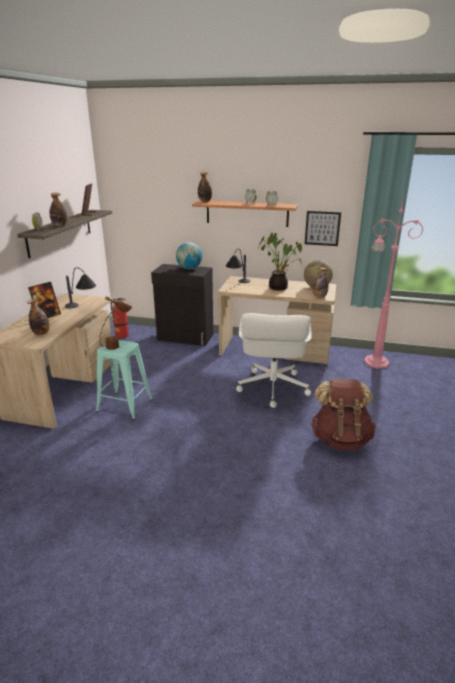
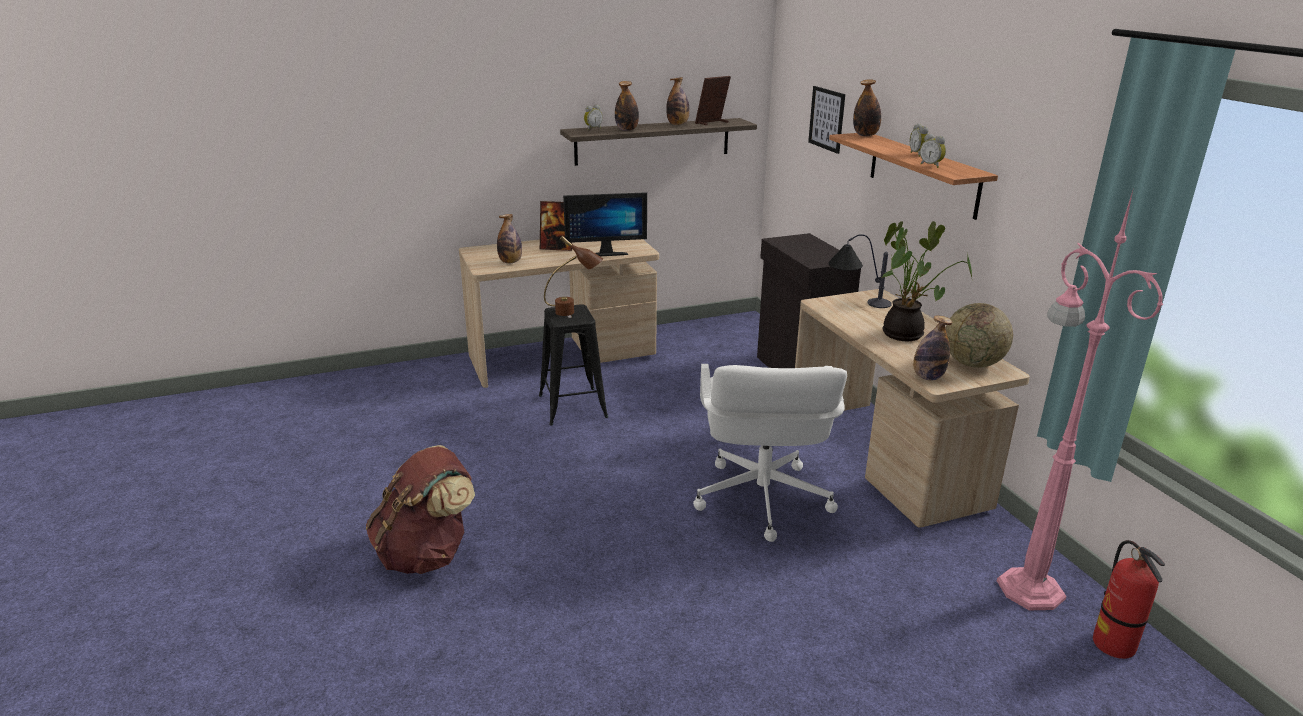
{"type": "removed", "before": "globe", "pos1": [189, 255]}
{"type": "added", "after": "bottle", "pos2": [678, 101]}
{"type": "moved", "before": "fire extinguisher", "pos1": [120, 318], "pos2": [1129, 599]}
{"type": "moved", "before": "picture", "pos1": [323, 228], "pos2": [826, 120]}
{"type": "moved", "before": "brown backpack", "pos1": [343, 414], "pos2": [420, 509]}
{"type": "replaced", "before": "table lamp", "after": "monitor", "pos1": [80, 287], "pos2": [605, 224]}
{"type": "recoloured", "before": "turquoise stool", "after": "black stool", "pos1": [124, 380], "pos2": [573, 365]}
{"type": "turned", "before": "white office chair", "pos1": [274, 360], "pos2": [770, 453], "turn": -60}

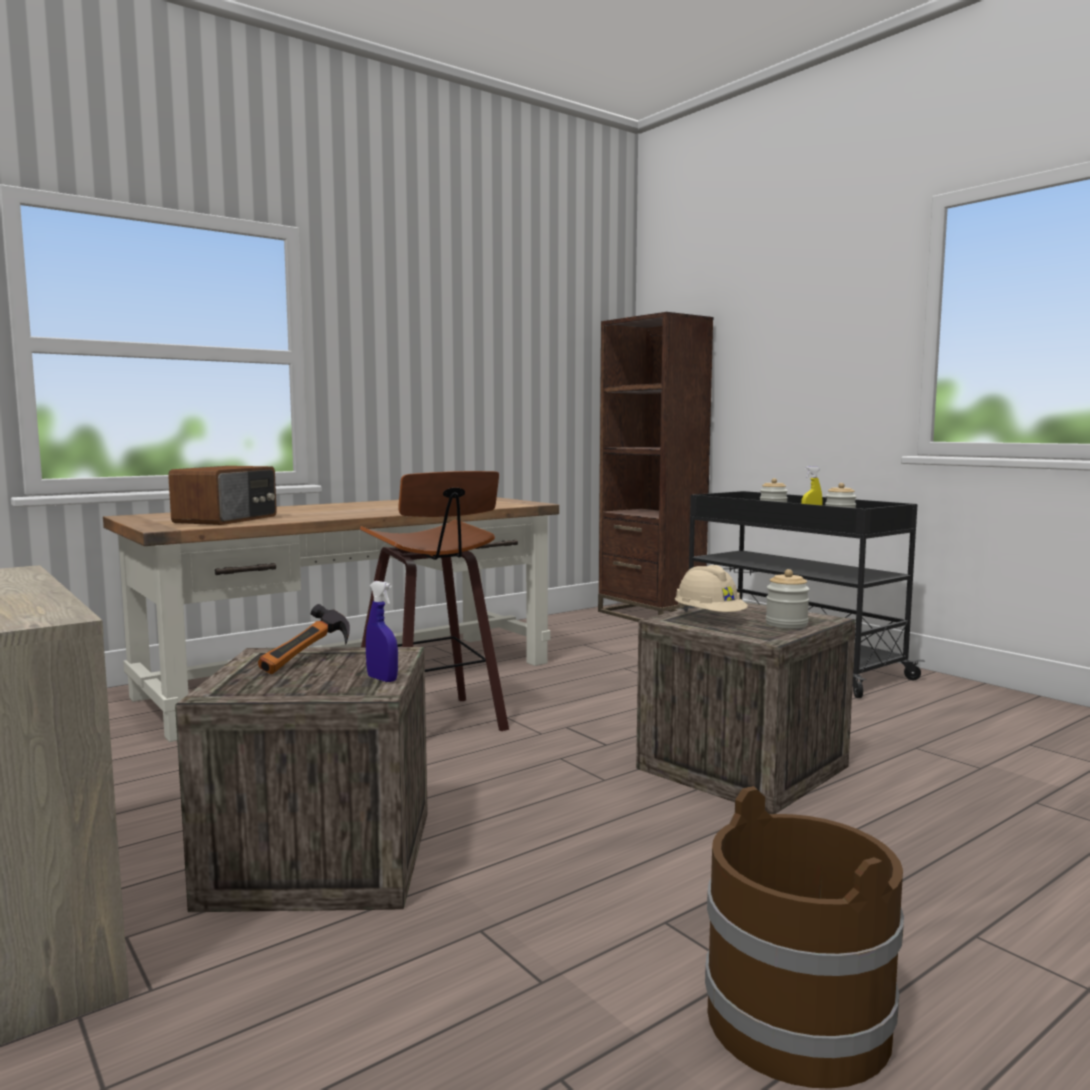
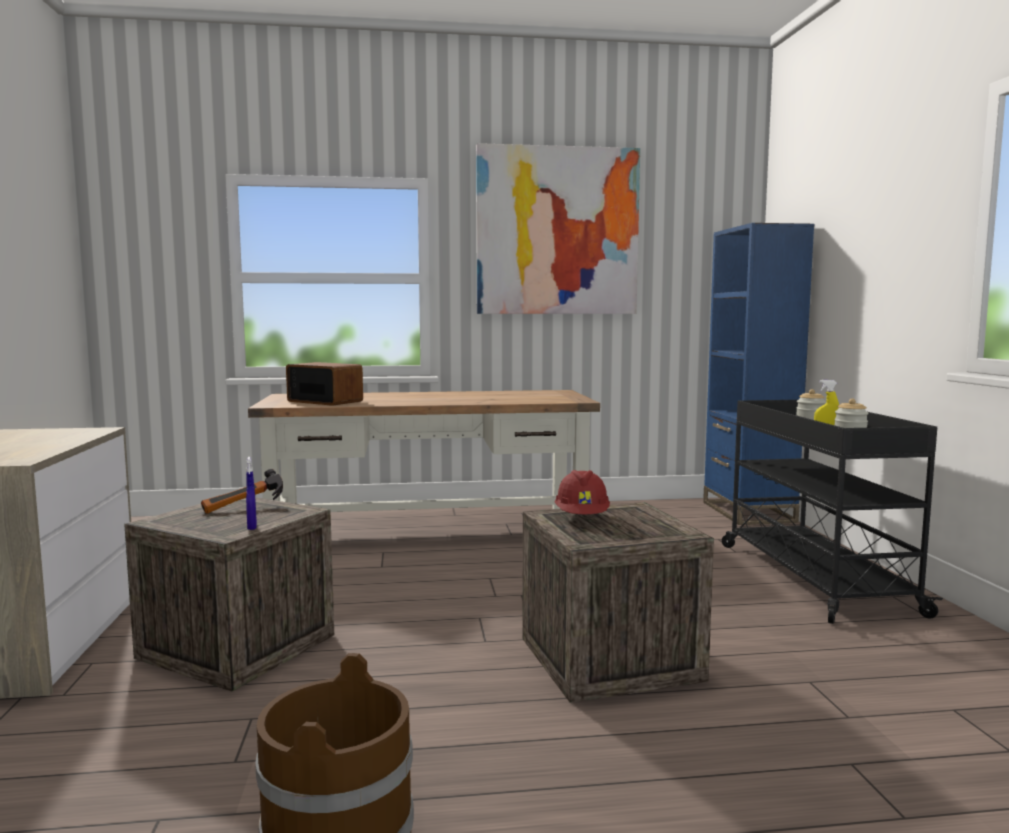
{"type": "removed", "before": "stool", "pos1": [434, 601]}
{"type": "removed", "before": "jar", "pos1": [788, 599]}
{"type": "added", "after": "picture", "pos2": [558, 228]}
{"type": "recoloured", "before": "brown bookcase", "after": "blue bookcase", "pos1": [656, 467], "pos2": [759, 374]}
{"type": "recoloured", "before": "beige hard hat", "after": "red hard hat", "pos1": [711, 588], "pos2": [582, 492]}
{"type": "turned", "before": "radio", "pos1": [222, 495], "pos2": [324, 384], "turn": -105}

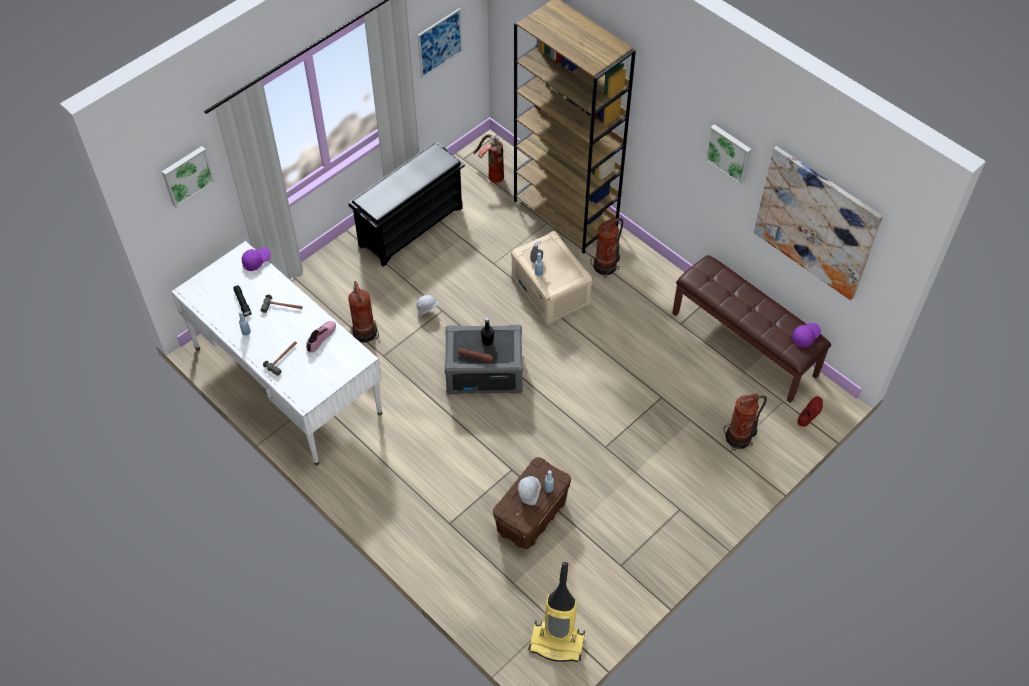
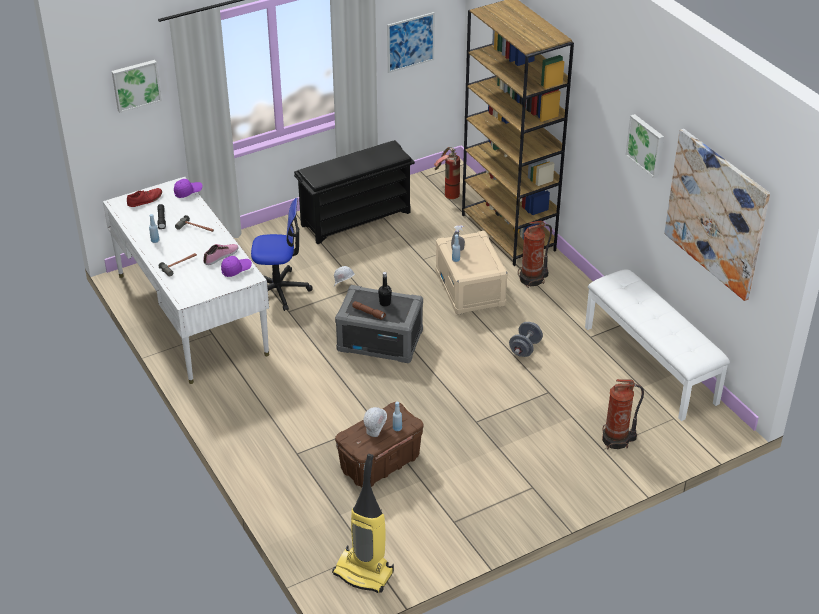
{"type": "added", "after": "grey dumbbell", "pos2": [526, 339]}
{"type": "moved", "before": "purple cap", "pos1": [806, 335], "pos2": [236, 266]}
{"type": "moved", "before": "red shoe", "pos1": [810, 411], "pos2": [144, 197]}
{"type": "replaced", "before": "fire extinguisher", "after": "office chair", "pos1": [363, 311], "pos2": [281, 254]}
{"type": "recoloured", "before": "brown bench", "after": "white bench", "pos1": [751, 329], "pos2": [657, 345]}

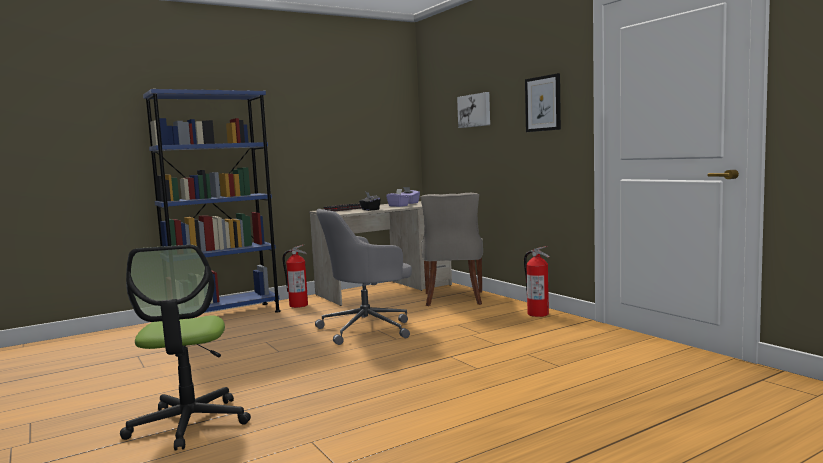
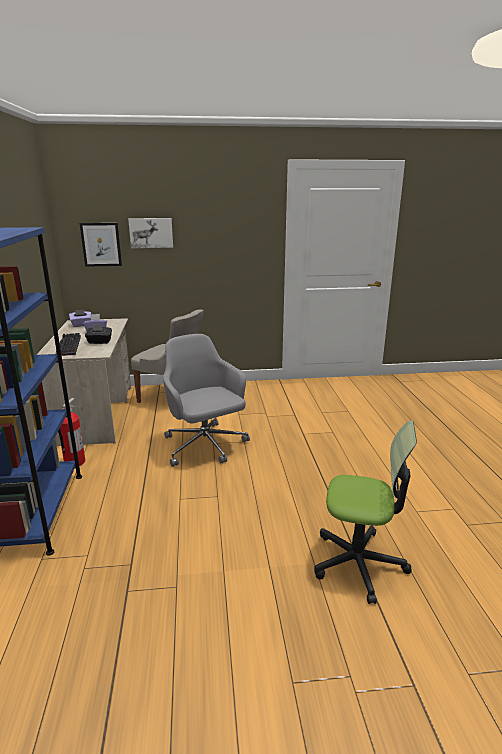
{"type": "removed", "before": "fire extinguisher", "pos1": [537, 281]}
{"type": "moved", "before": "picture", "pos1": [543, 102], "pos2": [101, 245]}
{"type": "turned", "before": "grey office chair", "pos1": [363, 277], "pos2": [206, 400], "turn": 150}

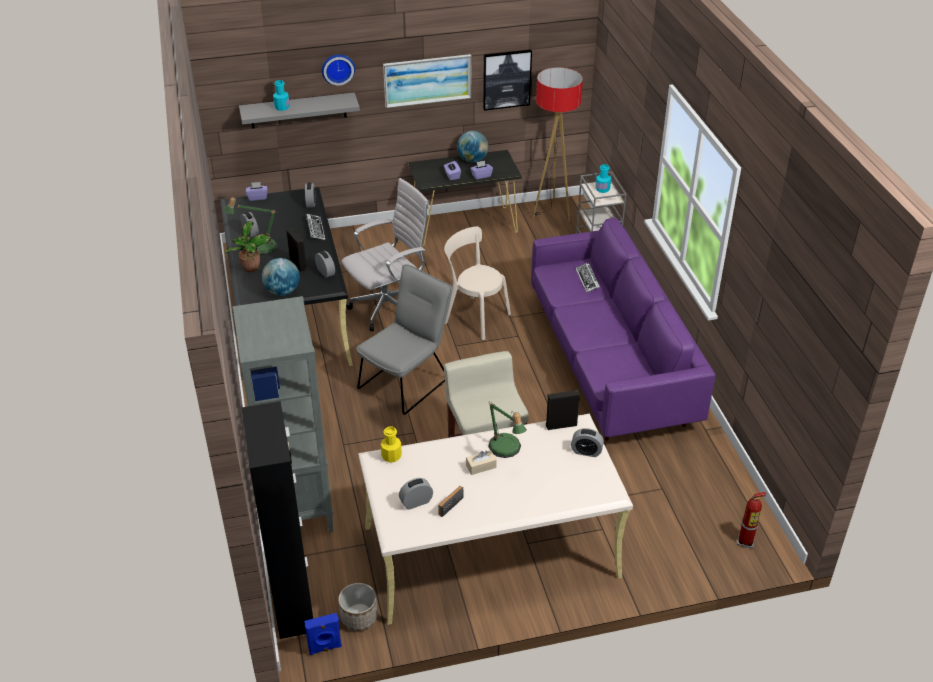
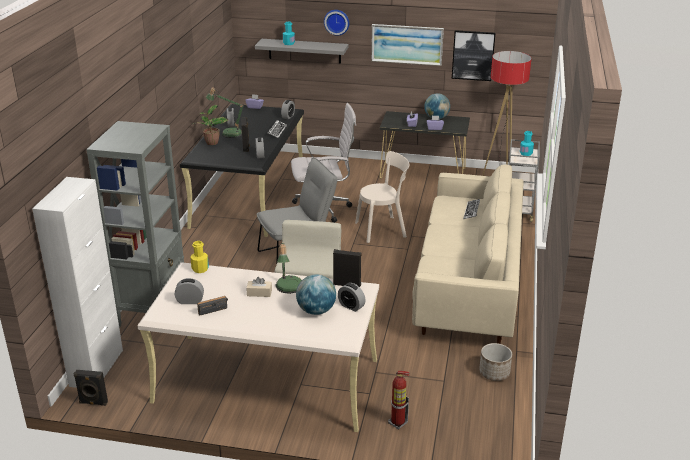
{"type": "moved", "before": "globe", "pos1": [281, 277], "pos2": [316, 294]}
{"type": "moved", "before": "planter", "pos1": [358, 607], "pos2": [495, 362]}
{"type": "moved", "before": "fire extinguisher", "pos1": [751, 520], "pos2": [399, 400]}
{"type": "recoloured", "before": "black cabinet", "after": "white cabinet", "pos1": [277, 520], "pos2": [77, 282]}
{"type": "recoloured", "before": "blue speaker", "after": "black speaker", "pos1": [323, 634], "pos2": [90, 388]}
{"type": "recoloured", "before": "purple sofa", "after": "beige sofa", "pos1": [623, 329], "pos2": [468, 254]}
{"type": "turned", "before": "beige chair", "pos1": [477, 283], "pos2": [382, 197], "turn": 105}

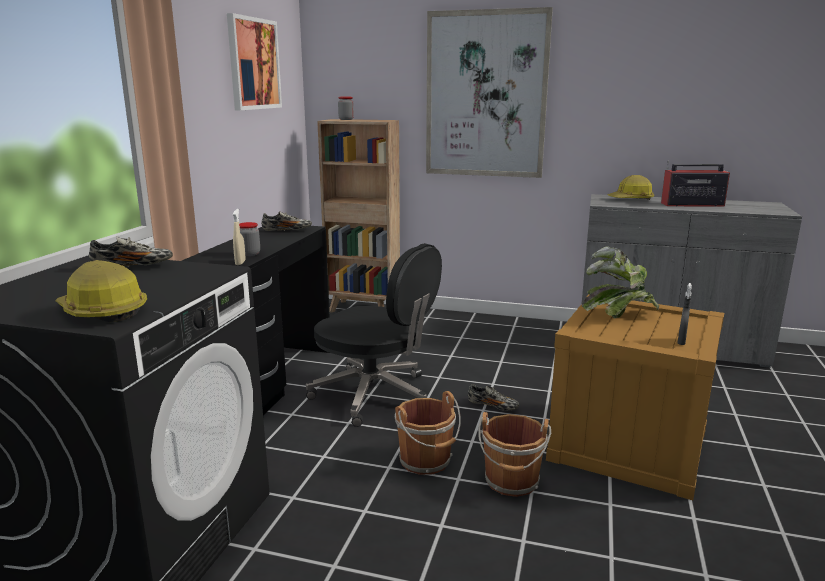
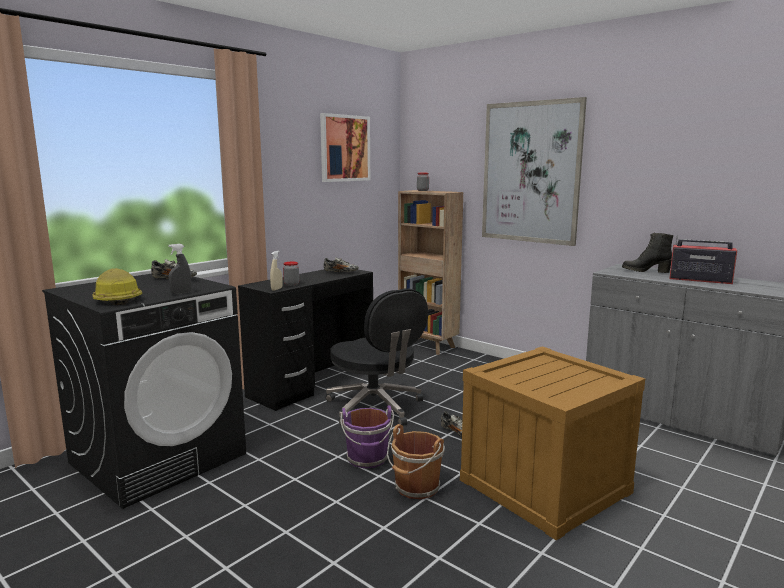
{"type": "removed", "before": "potted plant", "pos1": [620, 282]}
{"type": "moved", "before": "grey spray bottle", "pos1": [684, 314], "pos2": [179, 269]}
{"type": "replaced", "before": "hard hat", "after": "black boot", "pos1": [630, 187], "pos2": [647, 253]}
{"type": "recoloured", "before": "brown bucket", "after": "purple bucket", "pos1": [428, 433], "pos2": [367, 436]}

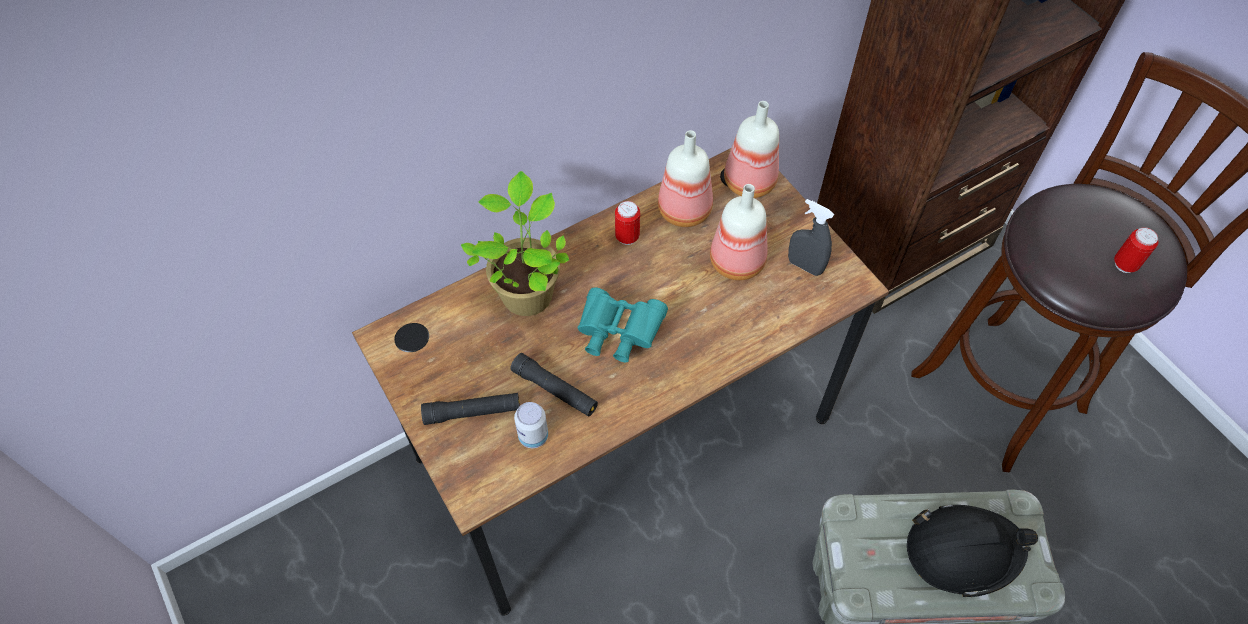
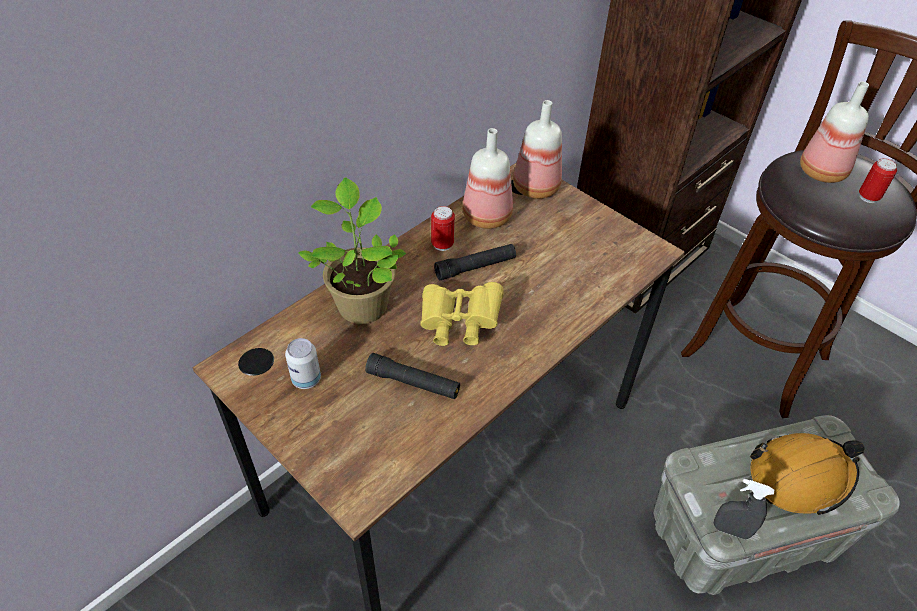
{"type": "moved", "before": "black flashlight", "pos1": [470, 409], "pos2": [475, 262]}
{"type": "moved", "before": "can", "pos1": [531, 425], "pos2": [303, 363]}
{"type": "moved", "before": "bottle", "pos1": [739, 232], "pos2": [834, 132]}
{"type": "moved", "before": "grey spray bottle", "pos1": [811, 237], "pos2": [744, 509]}
{"type": "recoloured", "before": "turquoise binoculars", "after": "yellow binoculars", "pos1": [622, 324], "pos2": [462, 314]}
{"type": "recoloured", "before": "black hard hat", "after": "orange hard hat", "pos1": [972, 551], "pos2": [807, 474]}

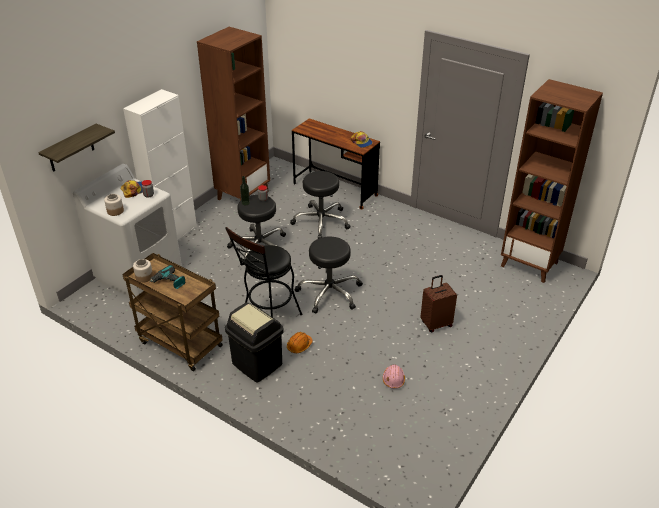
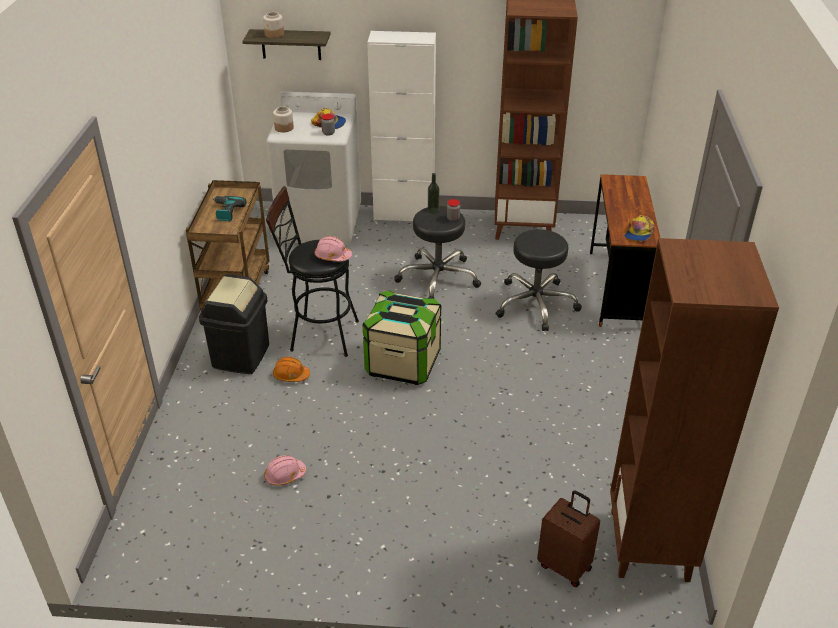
{"type": "added", "after": "pink hard hat", "pos2": [333, 248]}
{"type": "moved", "before": "jar", "pos1": [143, 271], "pos2": [273, 25]}
{"type": "moved", "before": "brown suitcase", "pos1": [438, 303], "pos2": [568, 538]}
{"type": "replaced", "before": "black stool", "after": "storage box", "pos1": [329, 275], "pos2": [402, 337]}

